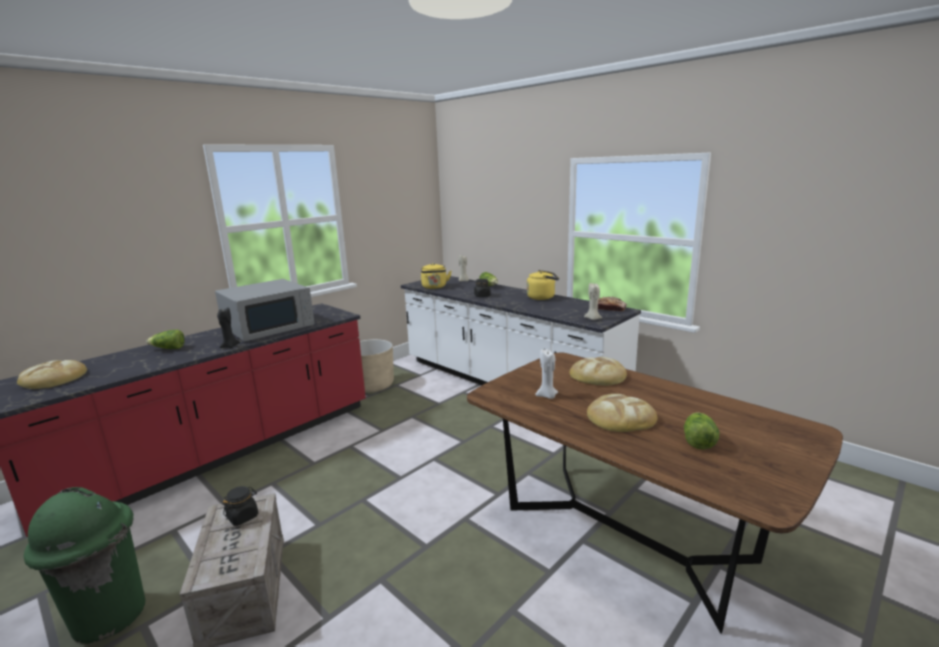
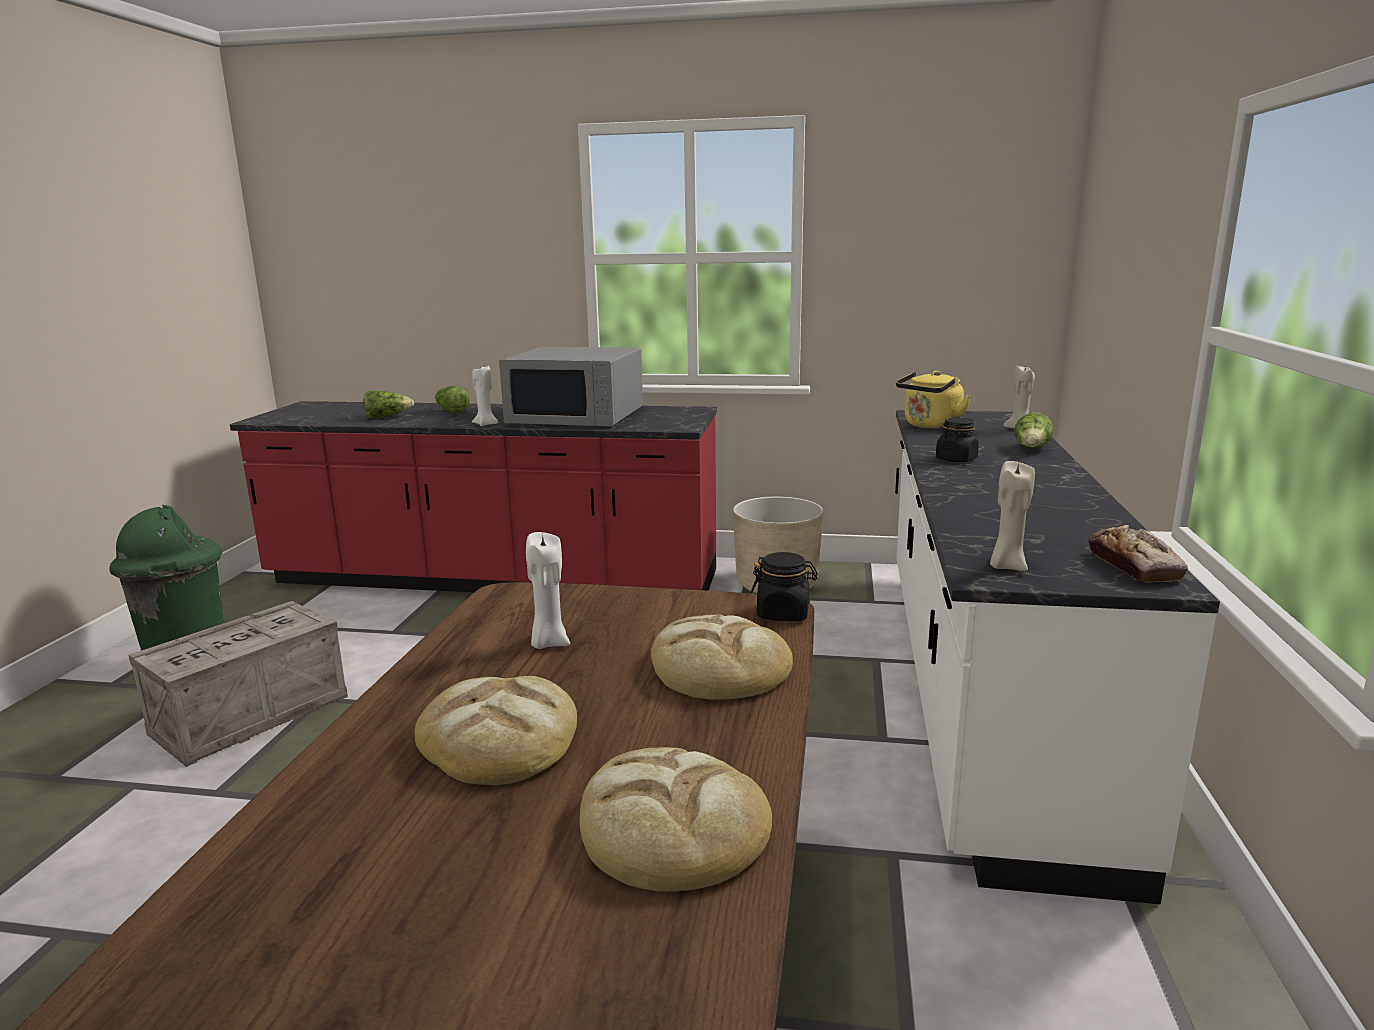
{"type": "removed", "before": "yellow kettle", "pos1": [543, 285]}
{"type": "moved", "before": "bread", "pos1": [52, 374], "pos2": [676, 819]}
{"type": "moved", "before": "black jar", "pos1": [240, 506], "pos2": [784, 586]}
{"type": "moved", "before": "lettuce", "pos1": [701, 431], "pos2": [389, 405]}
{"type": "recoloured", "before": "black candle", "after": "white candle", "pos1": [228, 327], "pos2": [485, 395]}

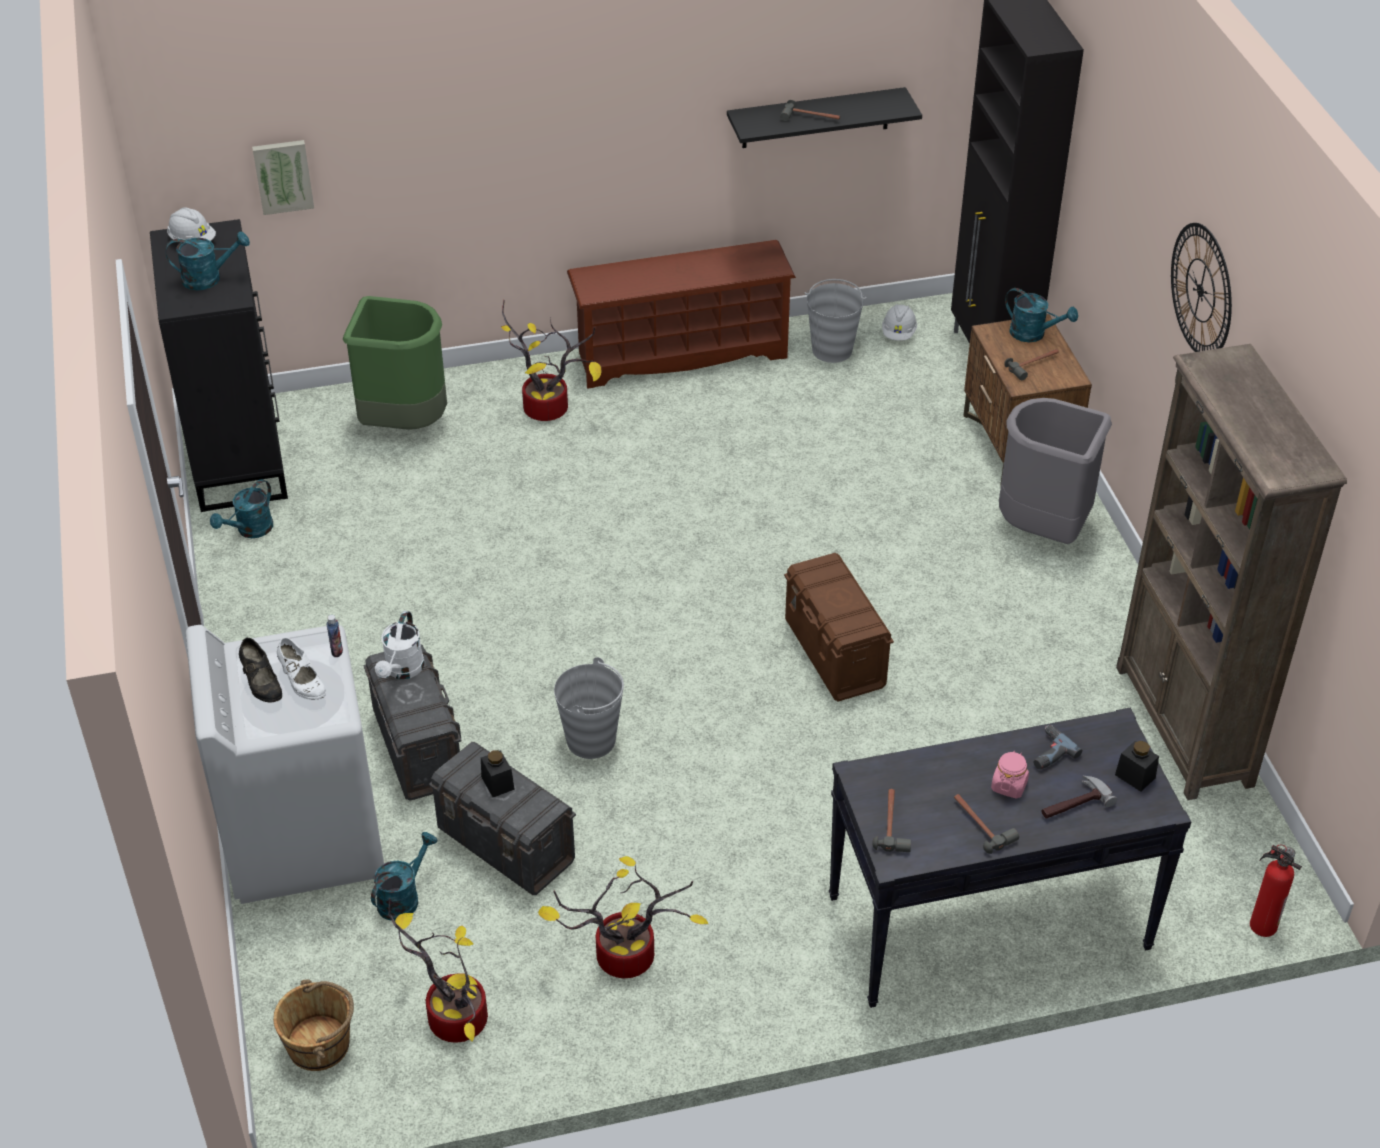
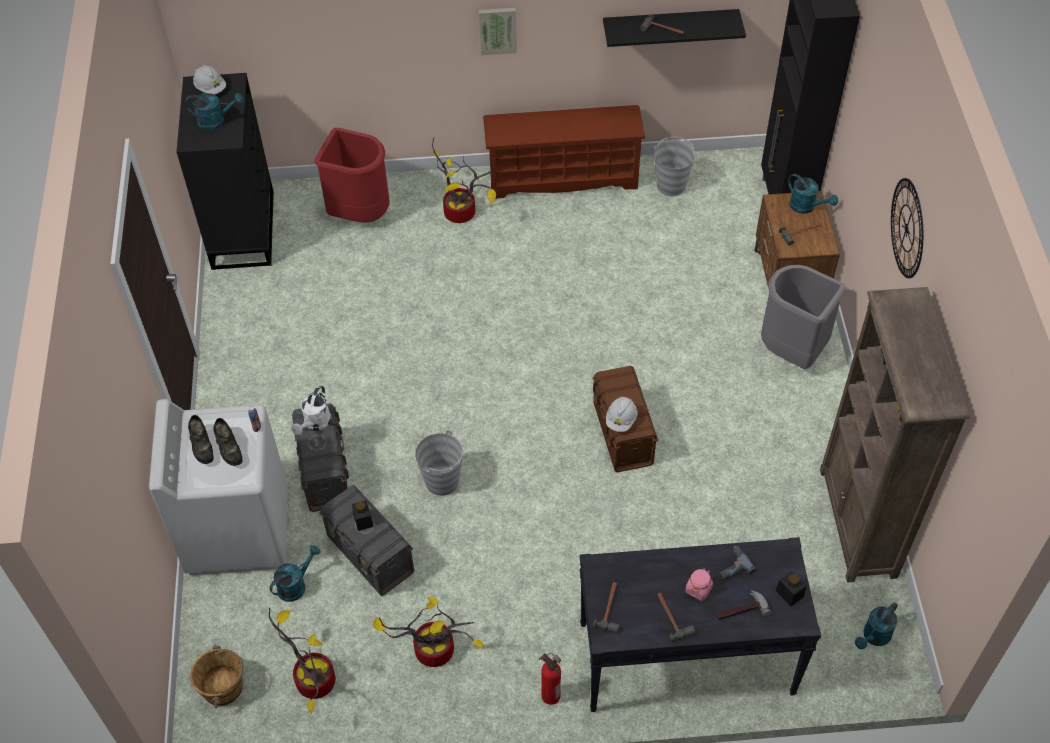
{"type": "moved", "before": "turquoise watering can", "pos1": [241, 508], "pos2": [876, 625]}
{"type": "moved", "before": "picture", "pos1": [283, 177], "pos2": [498, 31]}
{"type": "moved", "before": "white hard hat", "pos1": [899, 322], "pos2": [621, 414]}
{"type": "moved", "before": "fire extinguisher", "pos1": [1276, 891], "pos2": [550, 679]}
{"type": "recoloured", "before": "white shoe", "after": "black shoe", "pos1": [301, 668], "pos2": [228, 442]}
{"type": "recoloured", "before": "green trash can", "after": "red trash can", "pos1": [395, 363], "pos2": [352, 175]}

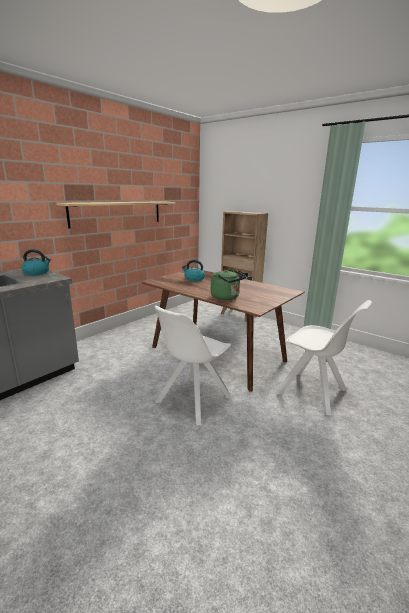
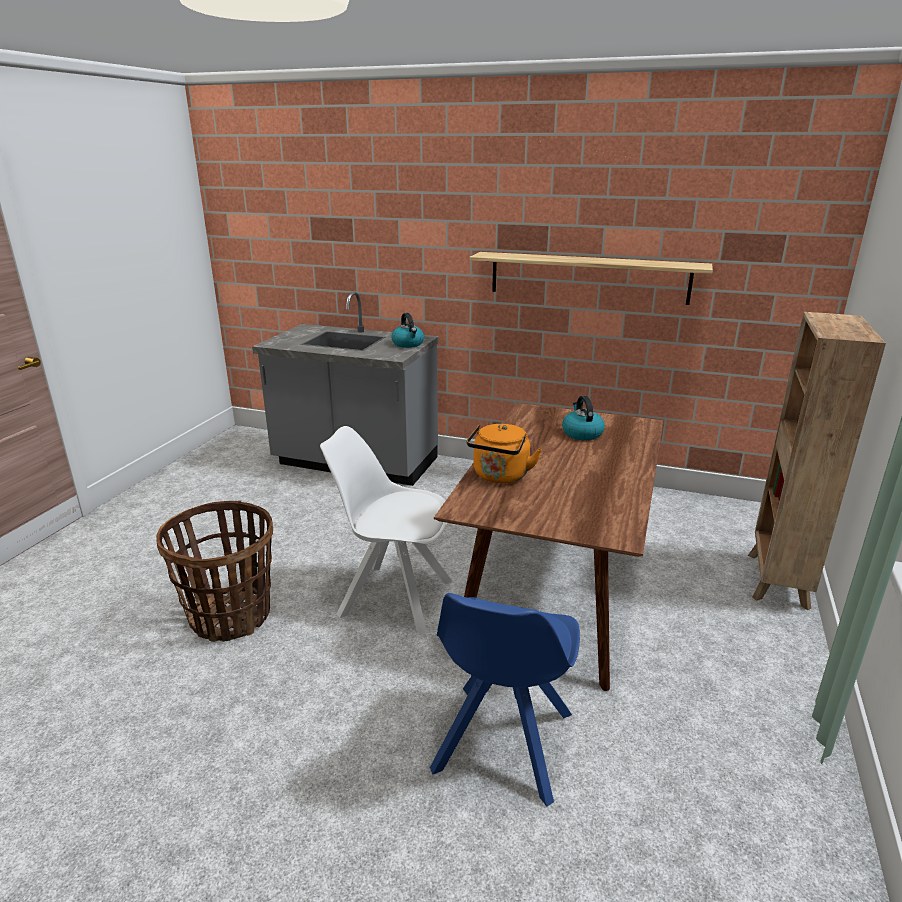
{"type": "added", "after": "basket", "pos2": [214, 571]}
{"type": "recoloured", "before": "green kettle", "after": "orange kettle", "pos1": [228, 285], "pos2": [504, 453]}
{"type": "recoloured", "before": "white chair", "after": "blue chair", "pos1": [324, 357], "pos2": [505, 700]}

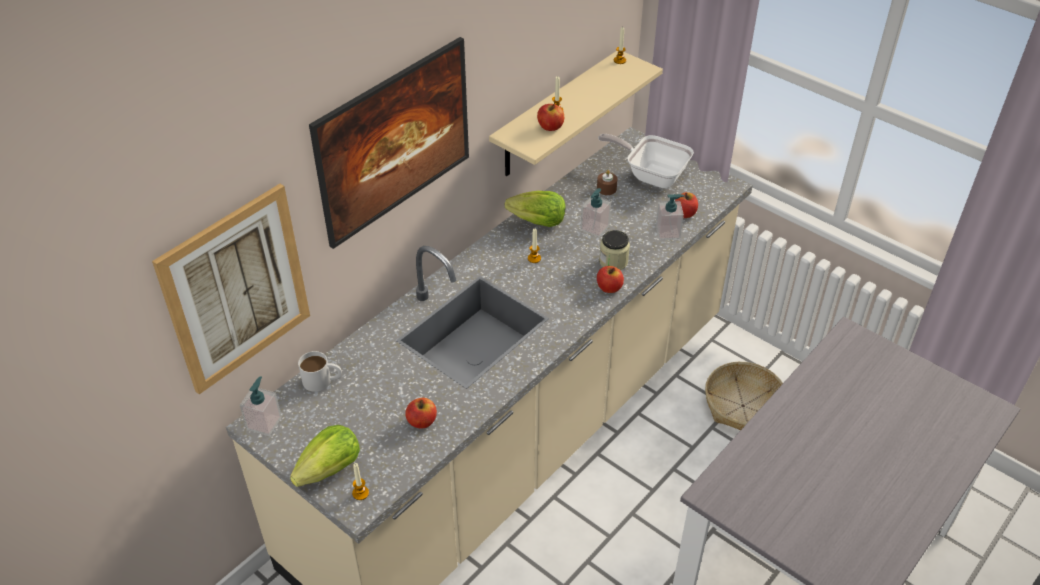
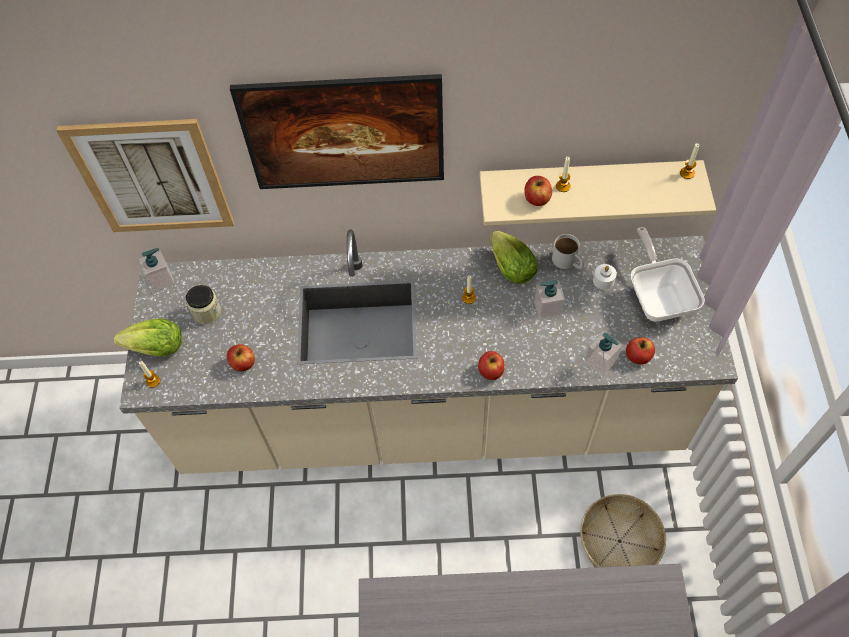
{"type": "moved", "before": "white mug", "pos1": [320, 371], "pos2": [568, 251]}
{"type": "moved", "before": "jar", "pos1": [614, 250], "pos2": [203, 304]}
{"type": "recoloured", "before": "brown candle", "after": "white candle", "pos1": [607, 182], "pos2": [605, 277]}

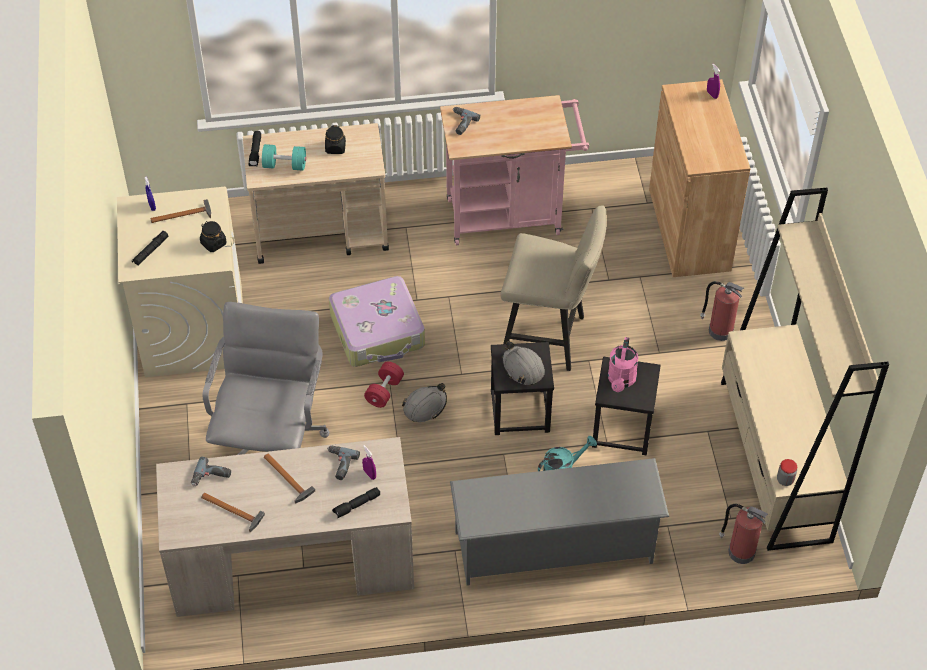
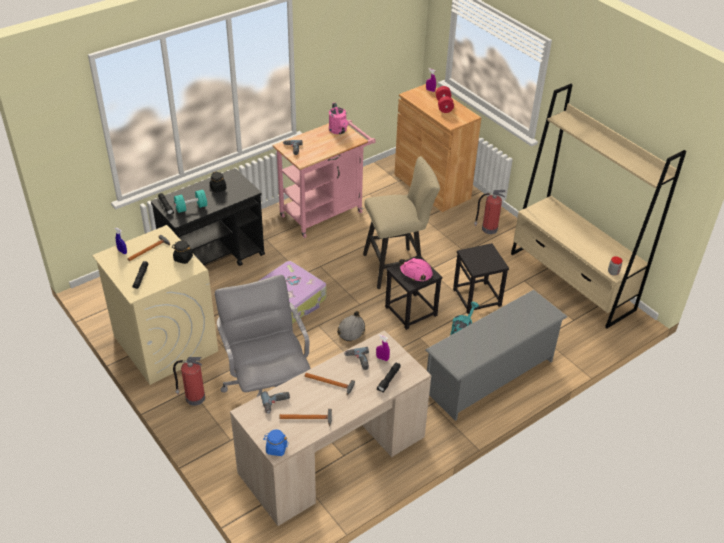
{"type": "added", "after": "blue jar", "pos2": [276, 442]}
{"type": "moved", "before": "red dumbbell", "pos1": [384, 385], "pos2": [445, 99]}
{"type": "moved", "before": "pink watering can", "pos1": [623, 364], "pos2": [338, 118]}
{"type": "moved", "before": "fire extinguisher", "pos1": [743, 534], "pos2": [189, 381]}
{"type": "recoloured", "before": "beige cart", "after": "black cart", "pos1": [316, 193], "pos2": [208, 217]}
{"type": "recoloured", "before": "grey hard hat", "after": "pink hard hat", "pos1": [523, 363], "pos2": [416, 269]}

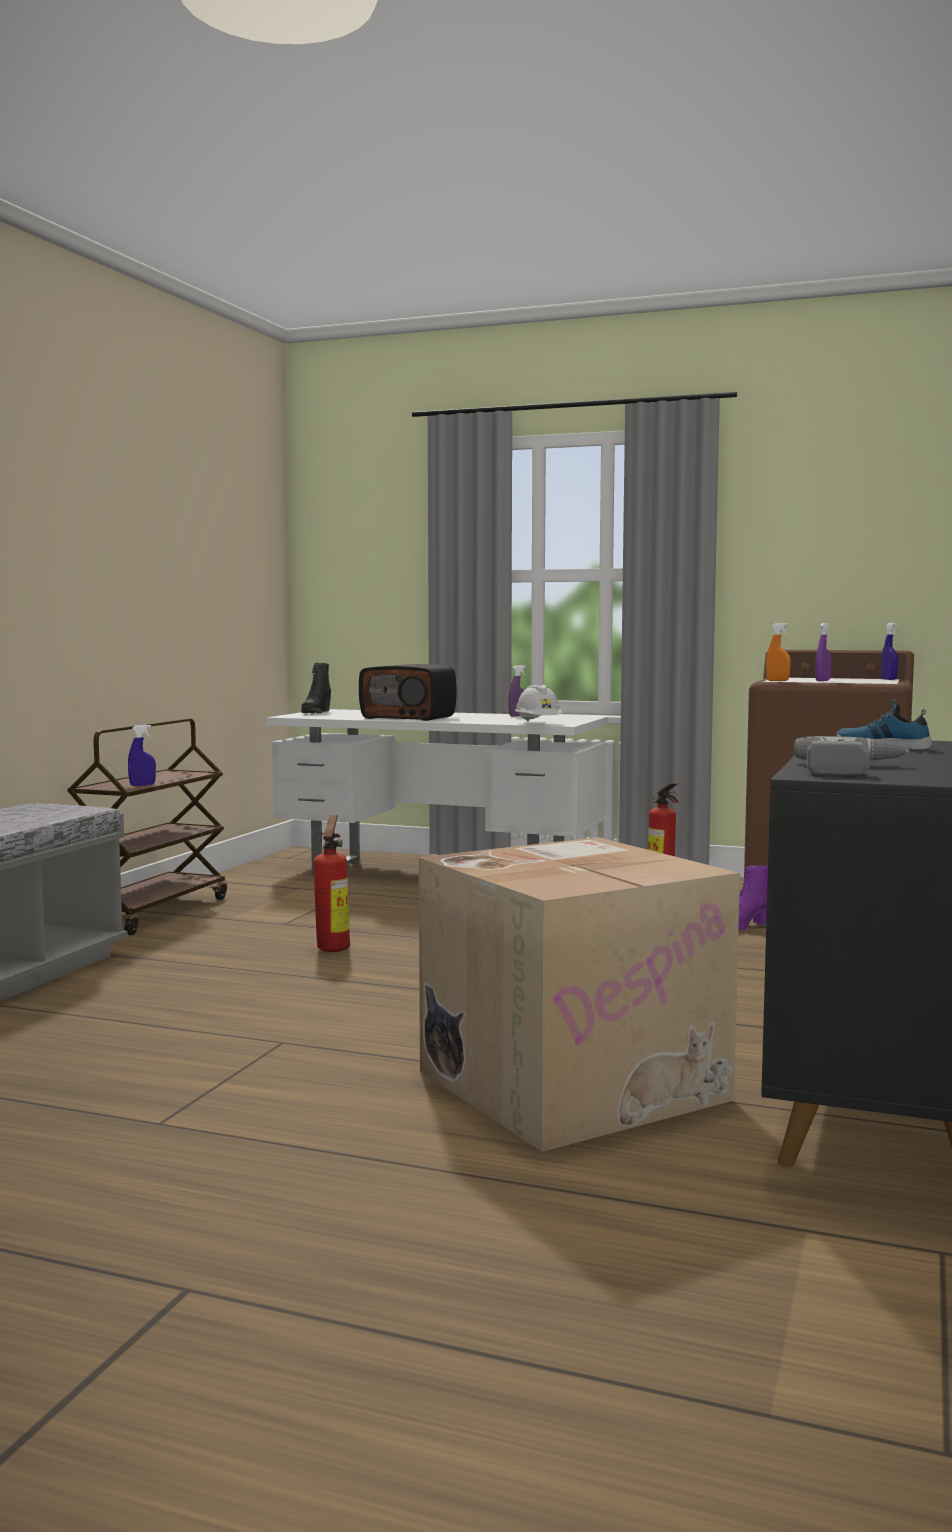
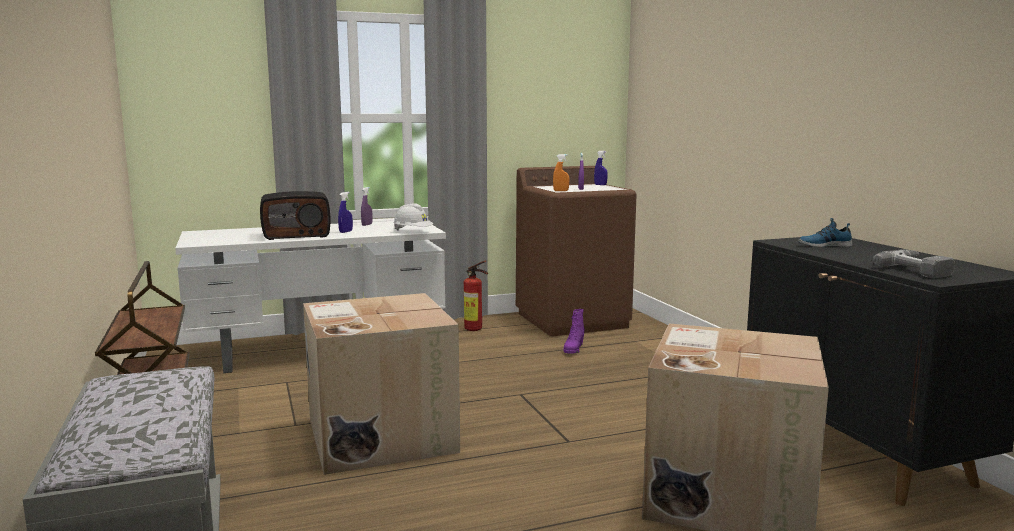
{"type": "removed", "before": "black boot", "pos1": [316, 688]}
{"type": "moved", "before": "blue spray bottle", "pos1": [142, 755], "pos2": [345, 212]}
{"type": "replaced", "before": "fire extinguisher", "after": "cardboard box", "pos1": [331, 883], "pos2": [381, 384]}

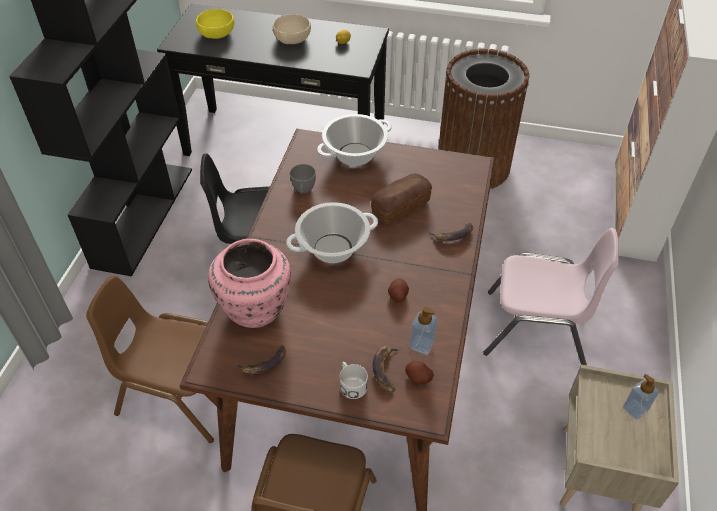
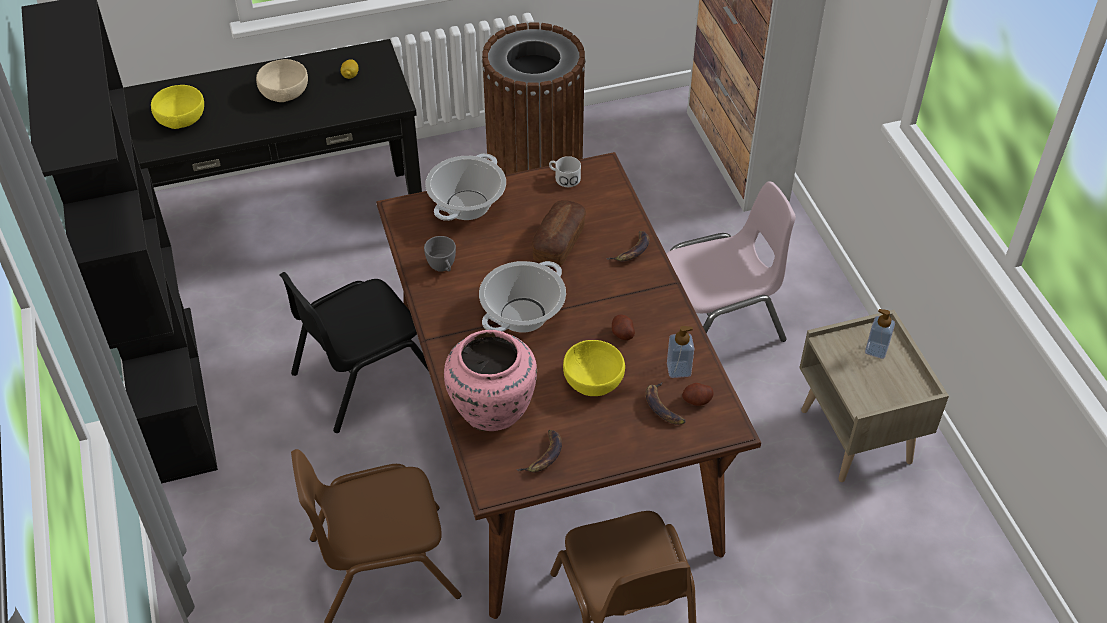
{"type": "added", "after": "yellow bowl", "pos2": [594, 368]}
{"type": "moved", "before": "white mug", "pos1": [353, 380], "pos2": [565, 171]}

